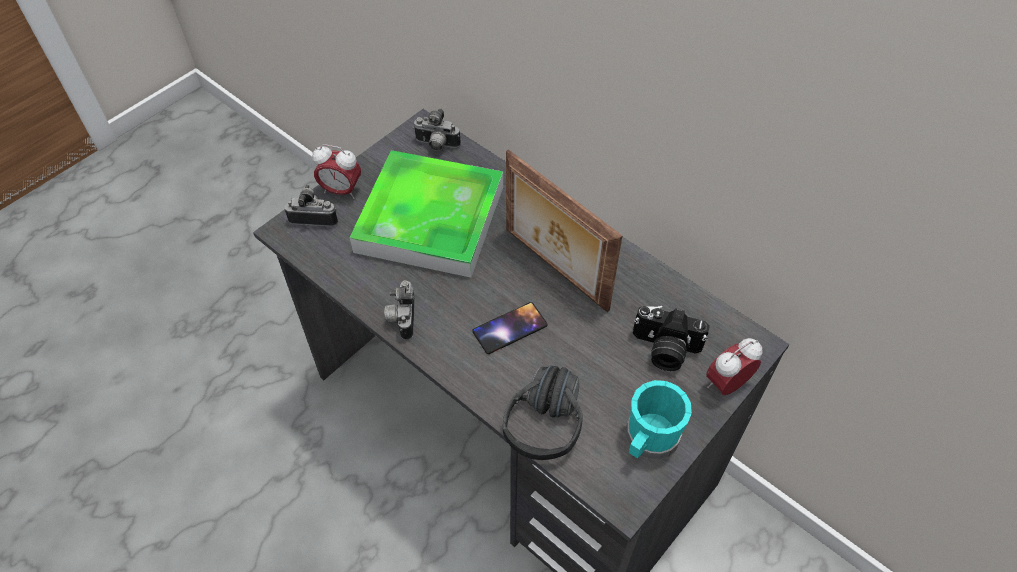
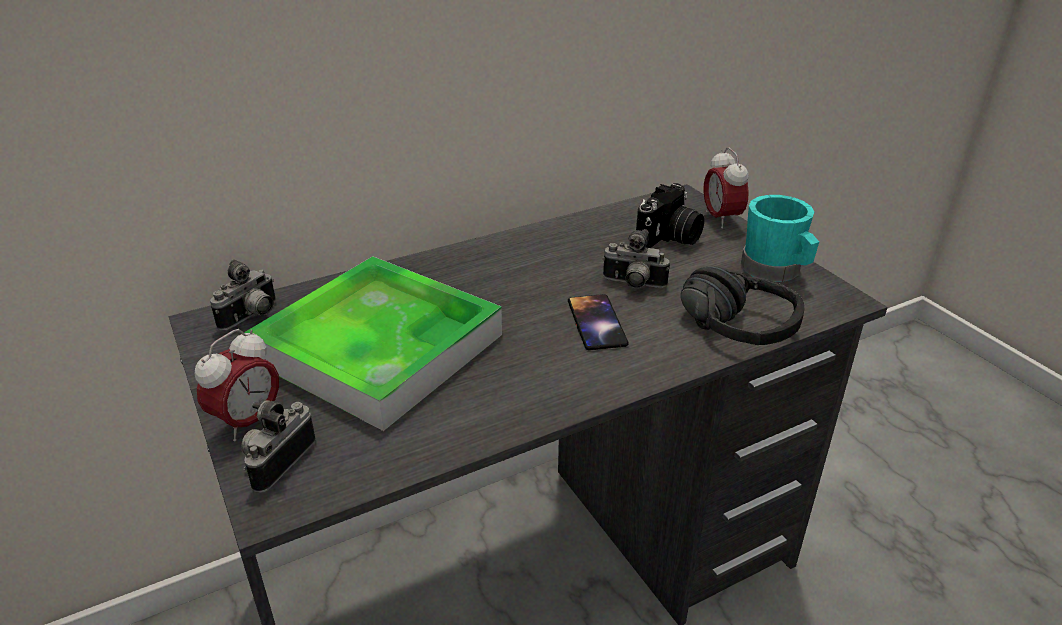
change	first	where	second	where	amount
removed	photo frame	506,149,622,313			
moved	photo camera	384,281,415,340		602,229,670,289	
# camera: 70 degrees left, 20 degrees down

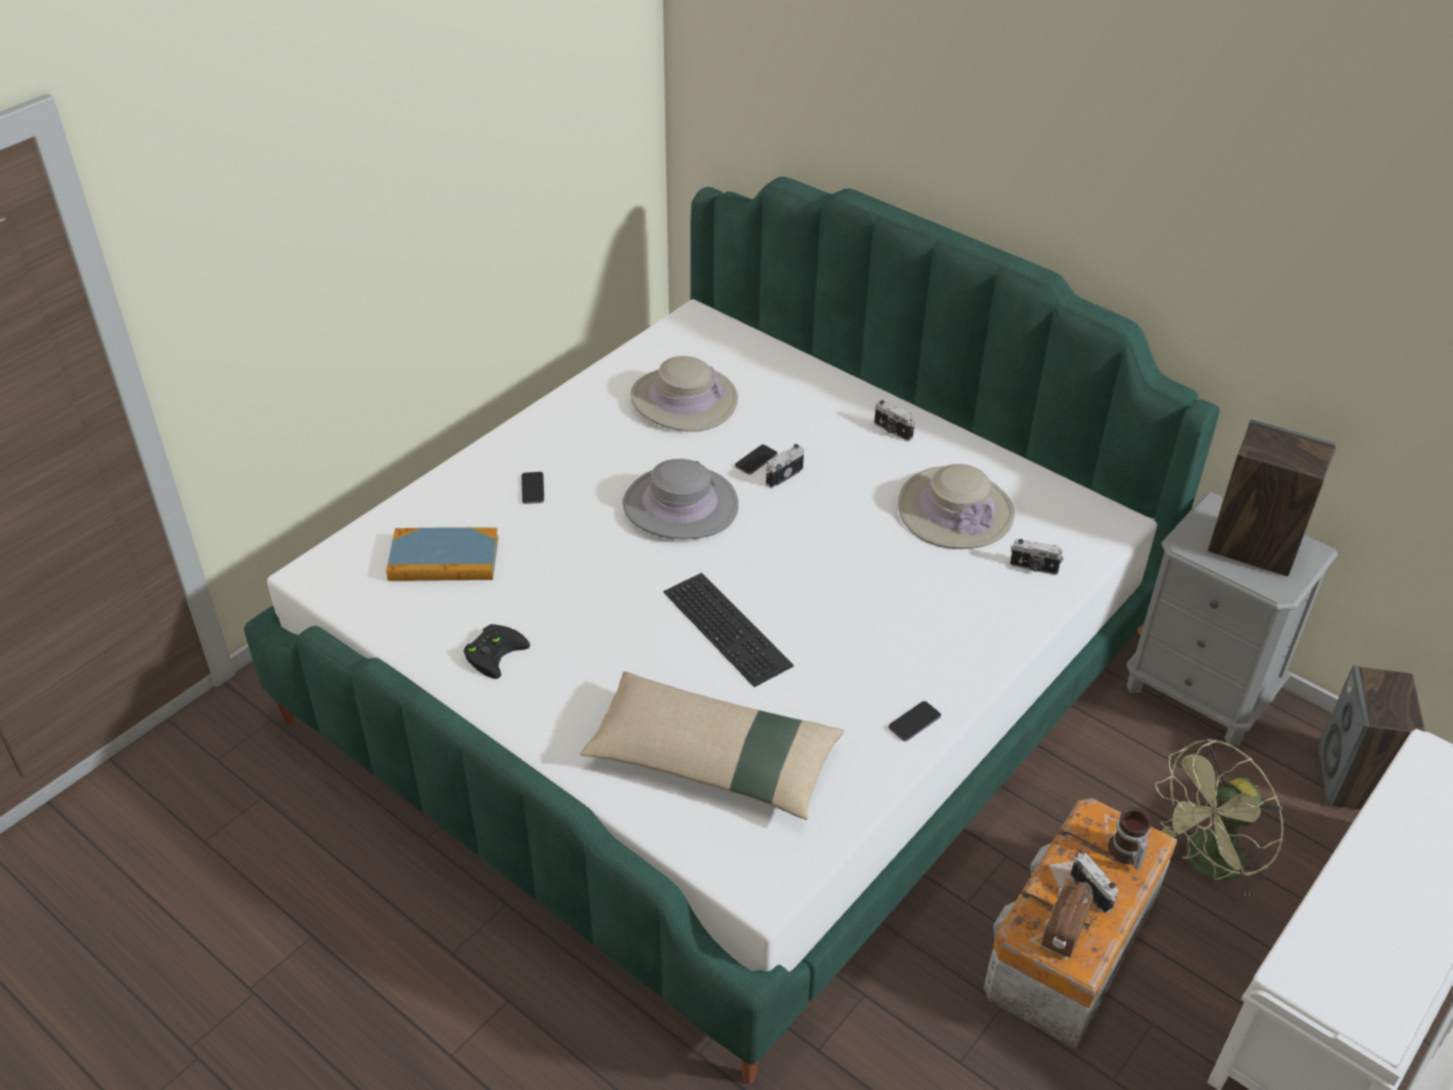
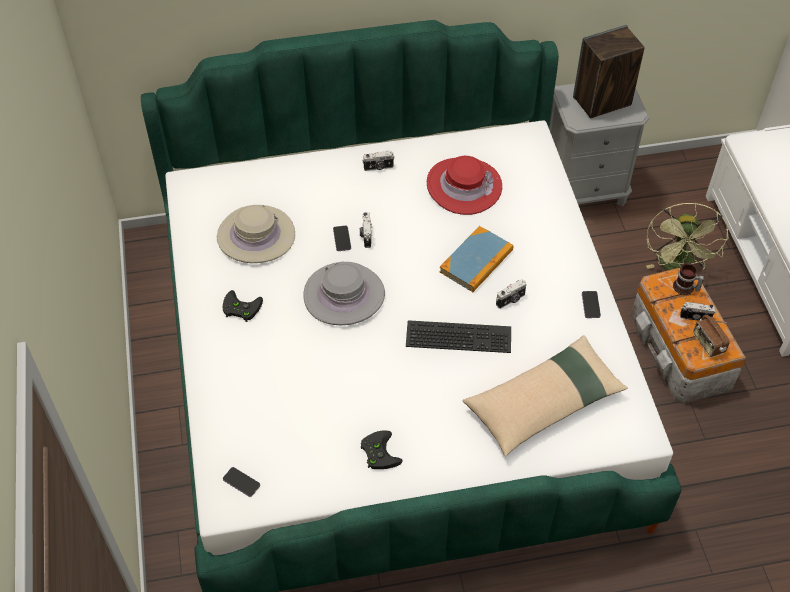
change	first	where	second	where	amount
removed	audio speaker	1318,665,1425,809			
added			joypad in black	223,290,263,322	
moved	bound book	386,527,498,581		439,226,513,292	
moved	telephone	521,472,544,504		223,467,260,497	
moved	photo camera	1010,539,1064,575		496,279,526,309	
recoloured	hat in sand-coloured	898,464,1015,549	hat in red-coloured	427,156,502,215	
# camera: 50 degrees left, 10 degrees up

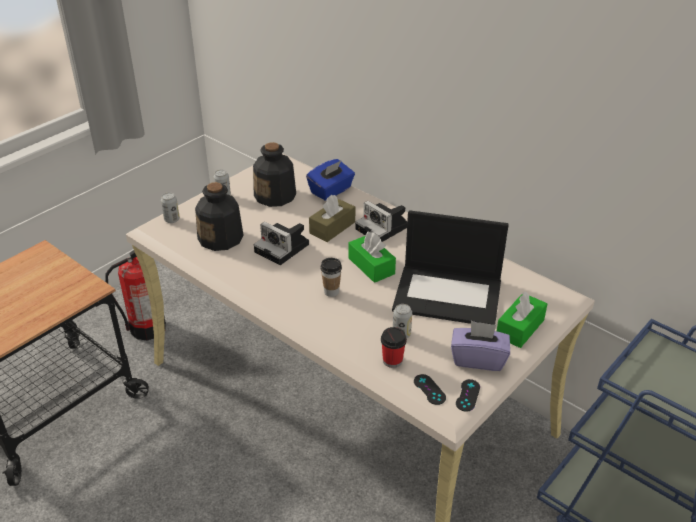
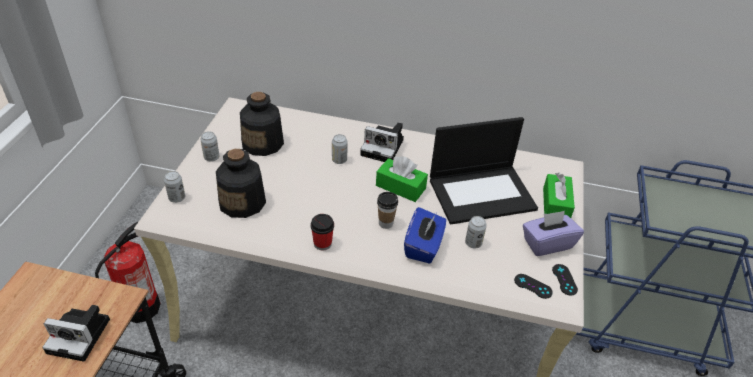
change	first	where	second	where	amount
moved	photo camera	254,222,309,265		42,305,110,362	
moved	box of tissues in blue-coloured	306,159,355,201		404,207,446,264	
moved	drinking cup	381,327,407,368		311,214,334,250	
replaced	box of tissues in brown	309,195,355,242	metal can	332,134,348,164	
# camera: 30 degrees left, 5 degrees up

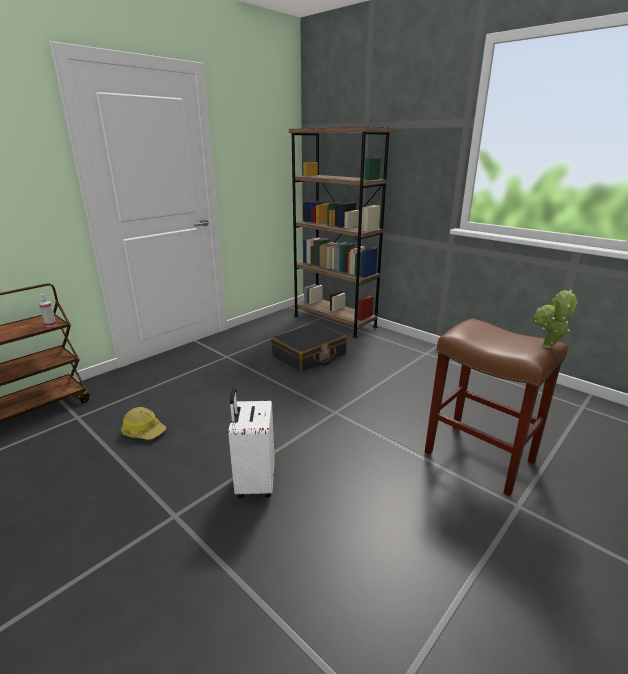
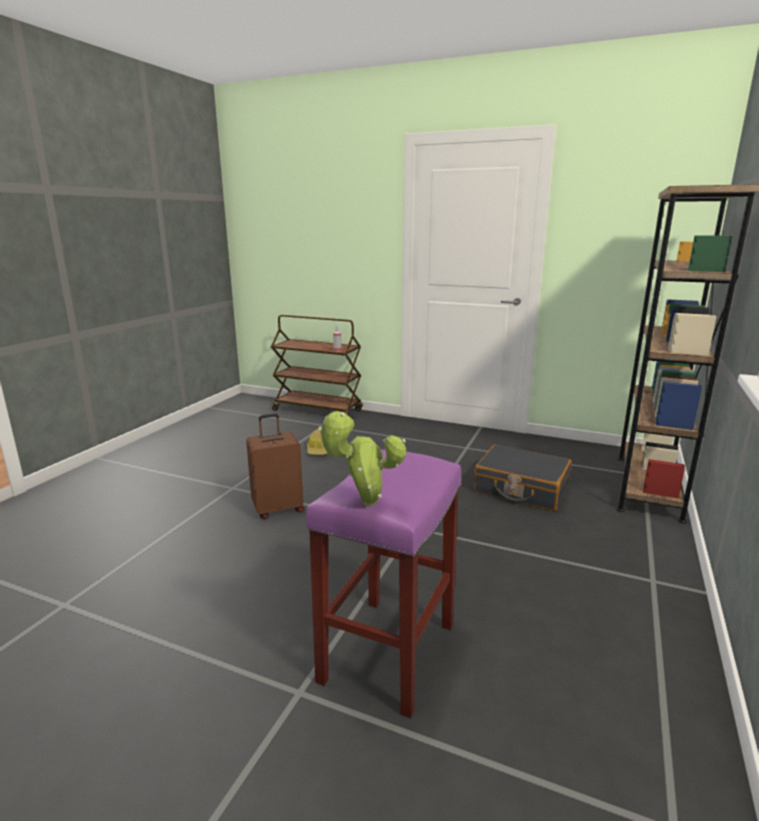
change	first	where	second	where	amount
recoloured	piece of luggage in white-coloured	228,388,275,498	piece of luggage in brown	246,413,304,519	
recoloured	stool seat in brown	425,318,568,496	stool seat in purple	306,449,462,719	
# camera: 70 degrees right, 5 degrees down

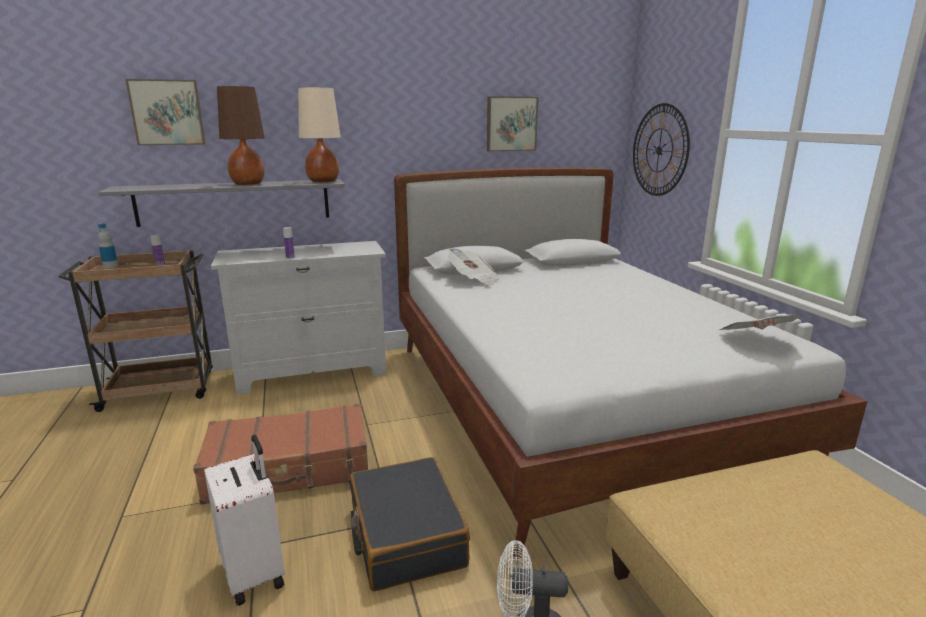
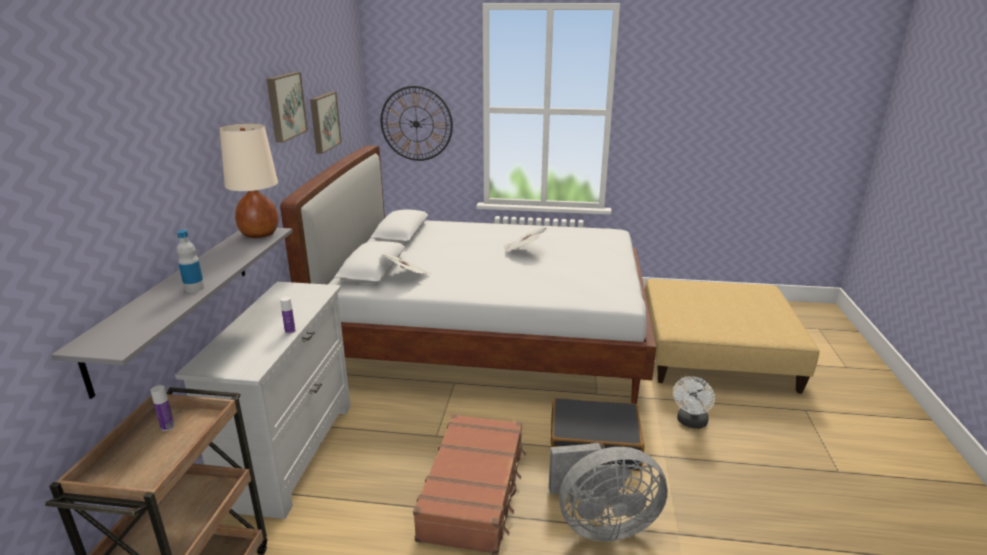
change	first	where	second	where	amount
removed	tabletop lamp in brown	217,86,265,185			
moved	bottle	98,223,118,268		177,230,205,293	
moved	wall art	125,79,205,145		267,72,308,143	
moved	daily paper	719,314,805,330		504,227,547,253	
replaced	piece of luggage in white-coloured	204,435,285,606	fan in greyish	549,443,668,541	
# camera: 65 degrees left, 5 degrees up

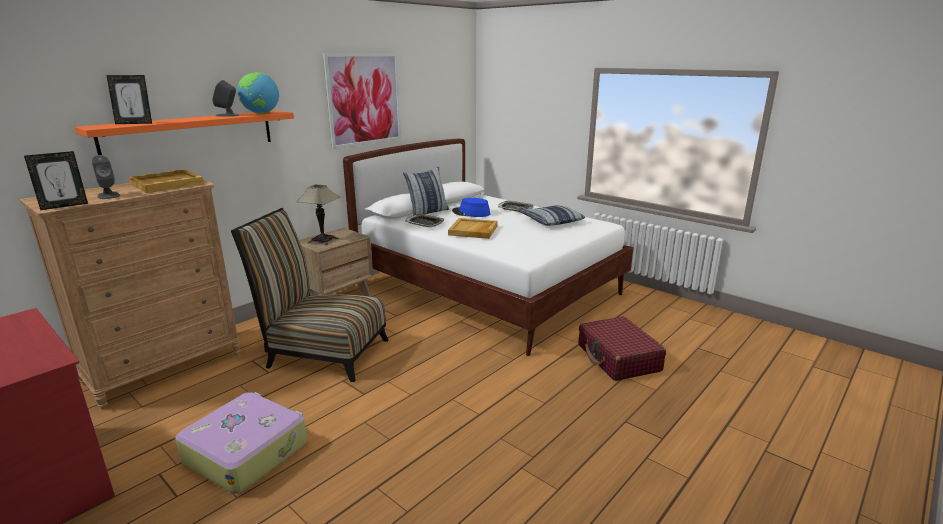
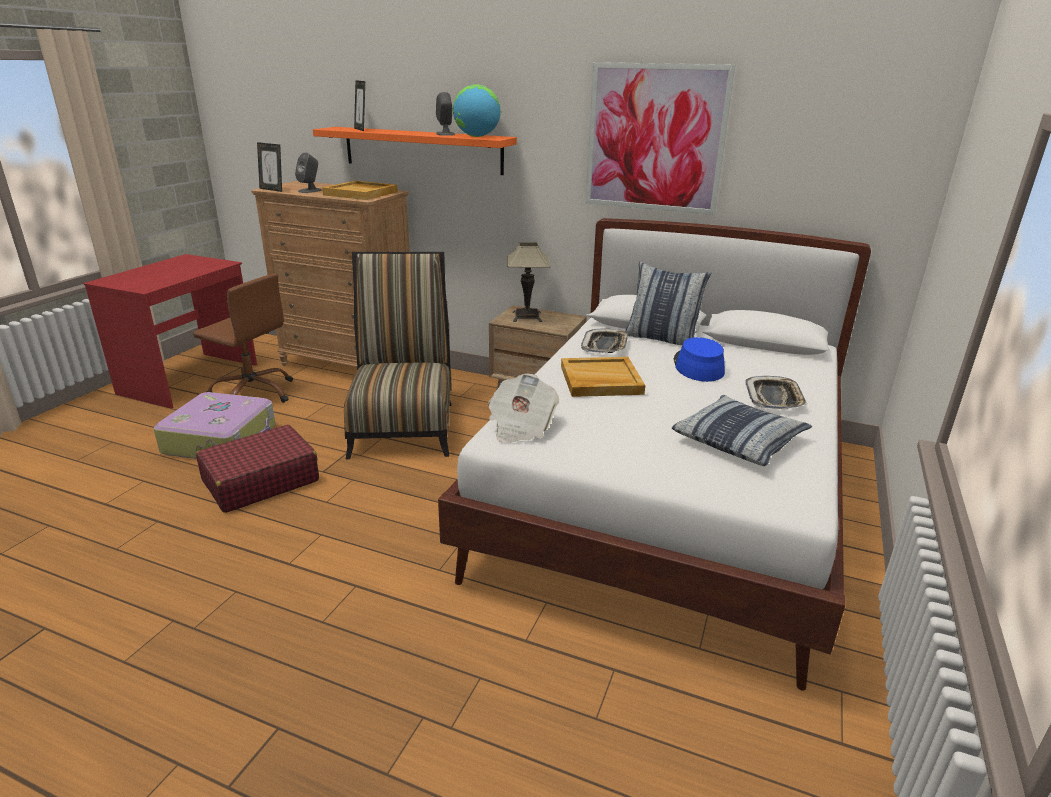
change	first	where	second	where	amount
added			computer chair in brown	193,273,293,403	
added			daily paper	488,373,559,443	
moved	piece of luggage in red-coloured	579,316,666,381		196,425,319,513	
# camera: 70 degrees right, 5 degrees up

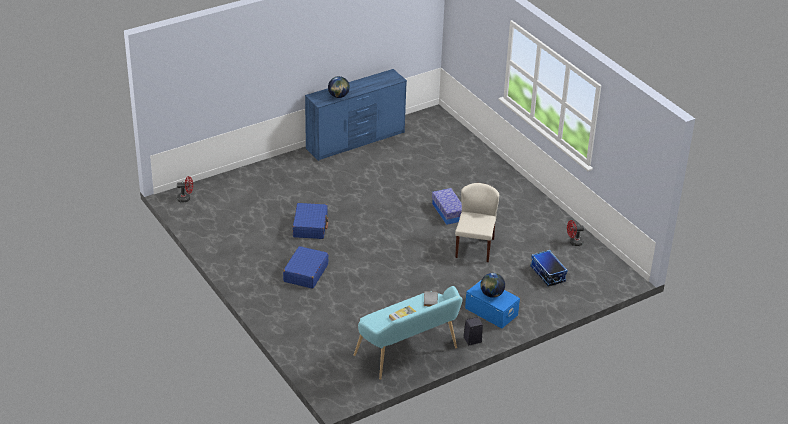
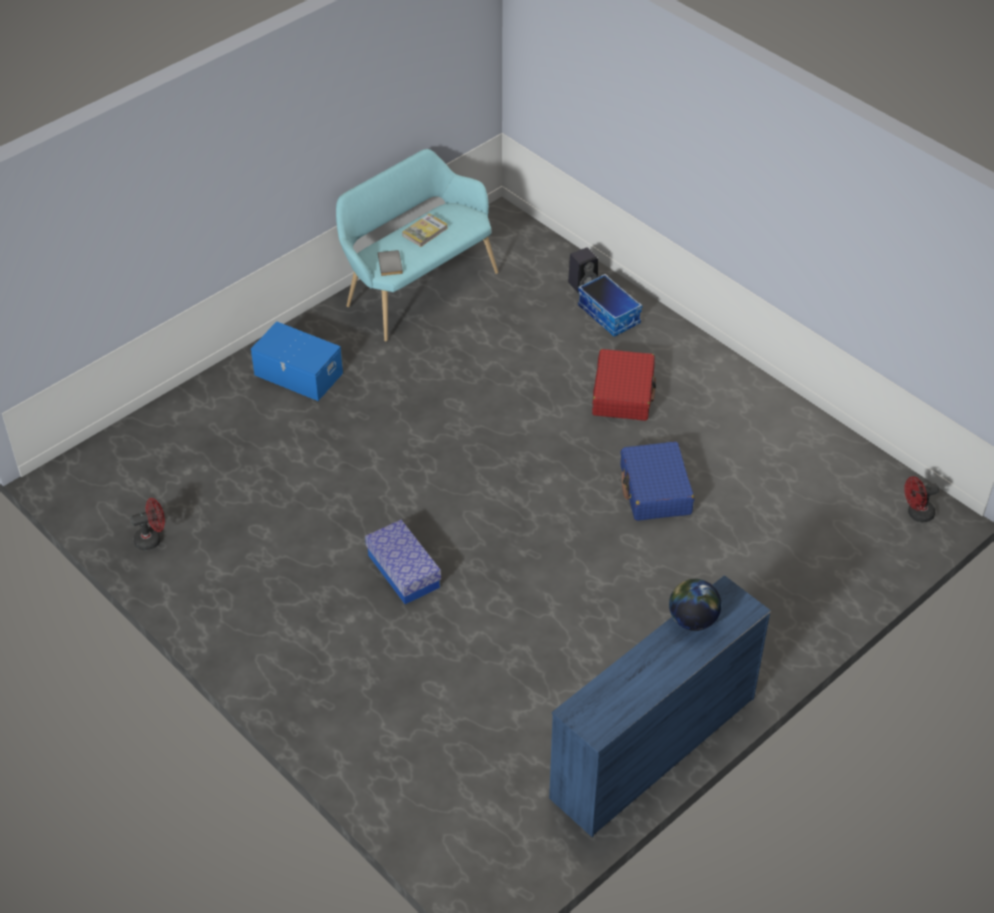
change	first	where	second	where	amount
removed	upright chair in sand-coloured	455,183,499,262			
removed	world globe	480,273,505,298			
moved	audio speaker in black	464,317,483,345		568,247,598,294	
moved	storage container	531,250,568,286		578,274,642,337	
recoloured	piece of luggage in blue-coloured	283,246,328,289	piece of luggage in red-coloured	592,349,656,421	
# camera: 170 degrees right, 10 degrees up

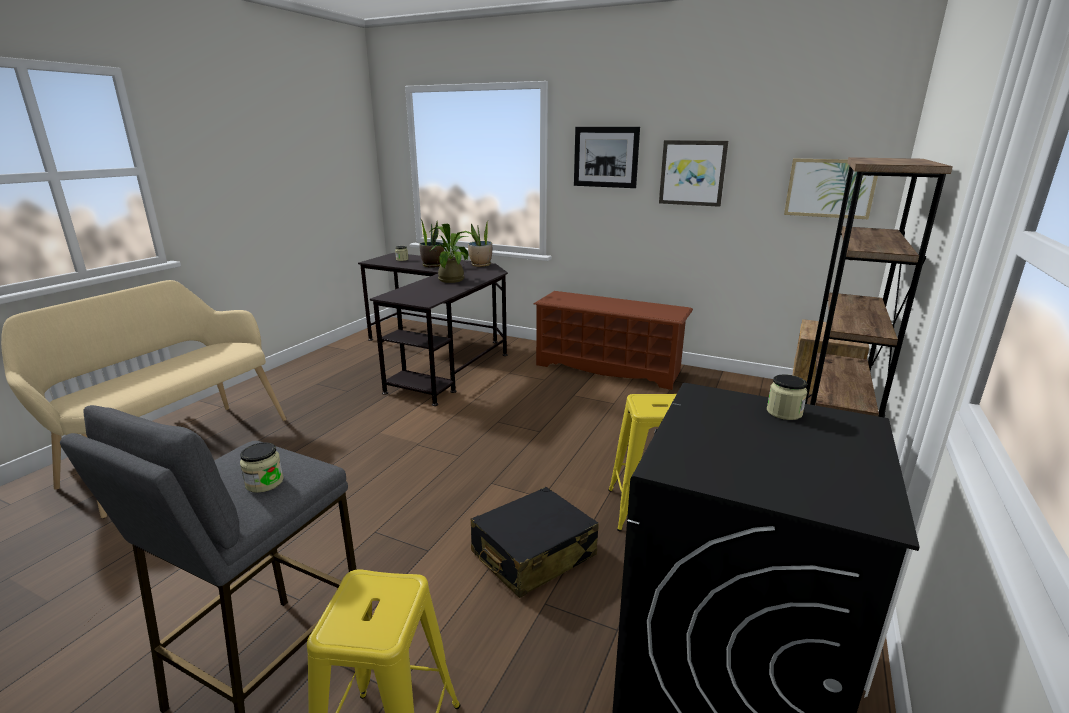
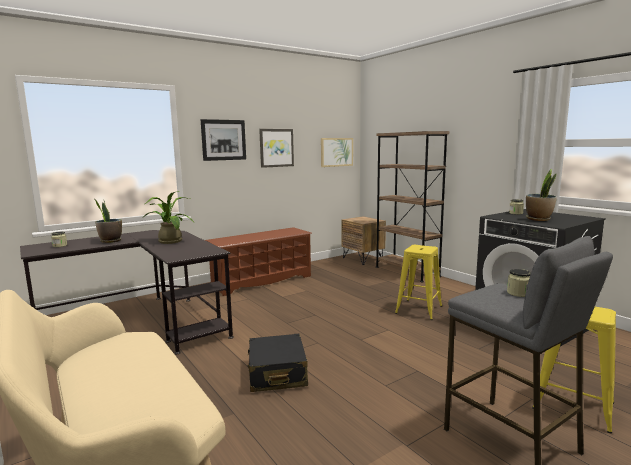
change	first	where	second	where	amount
moved	potted plant	468,221,492,267		526,169,557,221	
moved	piece of luggage in black	471,487,599,598		247,334,308,392	
# camera: 60 degrees left, 10 degrees down

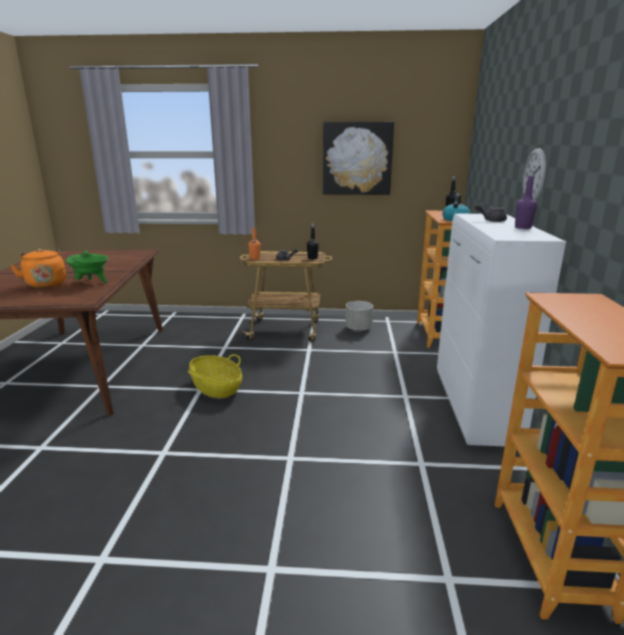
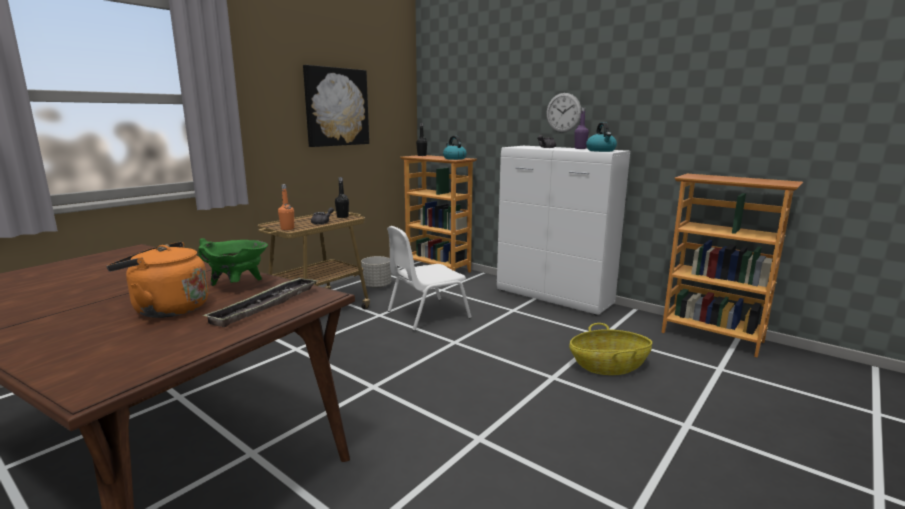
change	first	where	second	where	amount
added			serving tray	203,277,319,327	
added			upright chair in white-coloured	387,226,472,331	
added			kettle	586,122,617,152	
moved	storage basket	188,354,242,398		569,323,652,375	
# camera: 55 degrees left, 5 degrees down

